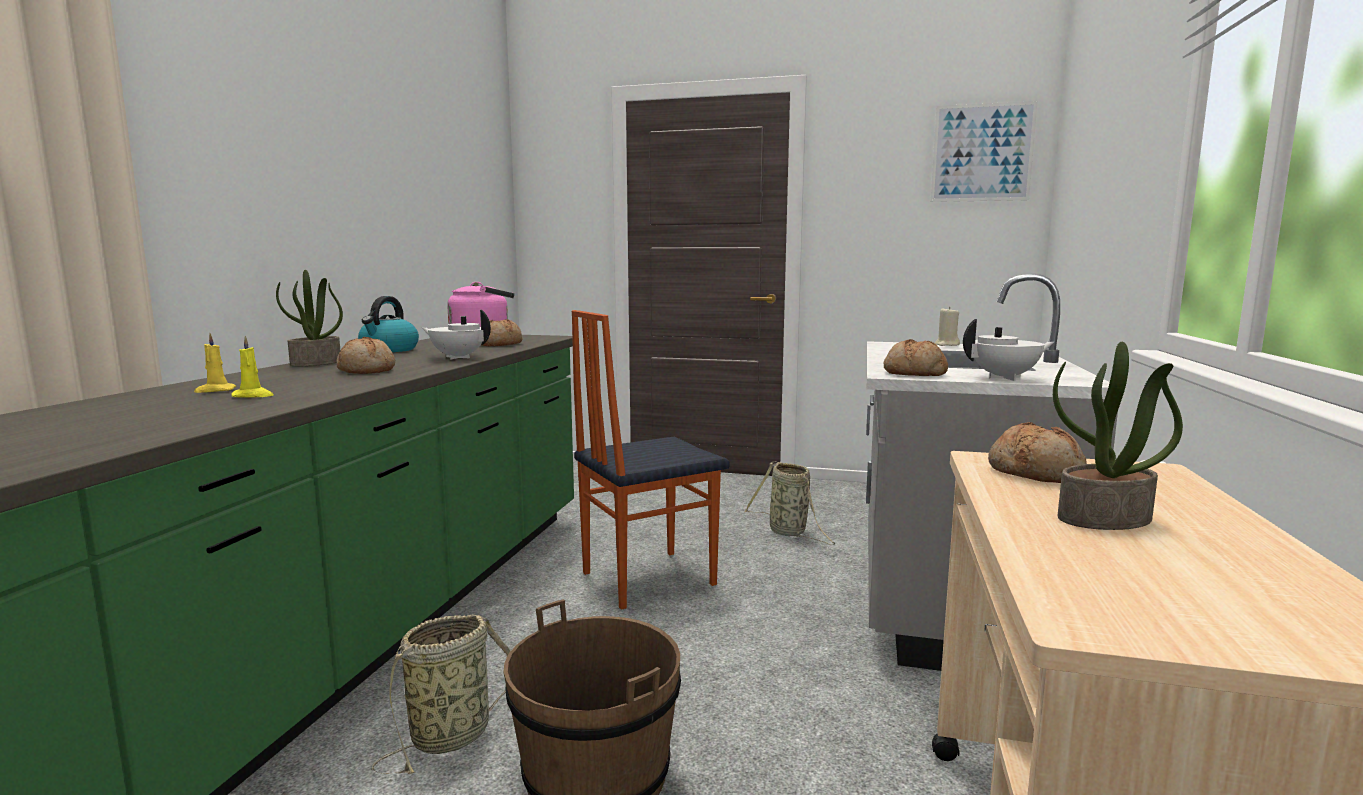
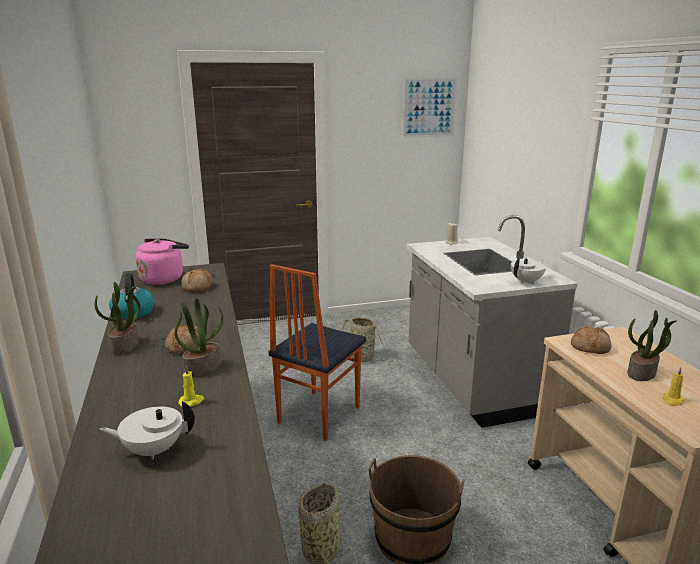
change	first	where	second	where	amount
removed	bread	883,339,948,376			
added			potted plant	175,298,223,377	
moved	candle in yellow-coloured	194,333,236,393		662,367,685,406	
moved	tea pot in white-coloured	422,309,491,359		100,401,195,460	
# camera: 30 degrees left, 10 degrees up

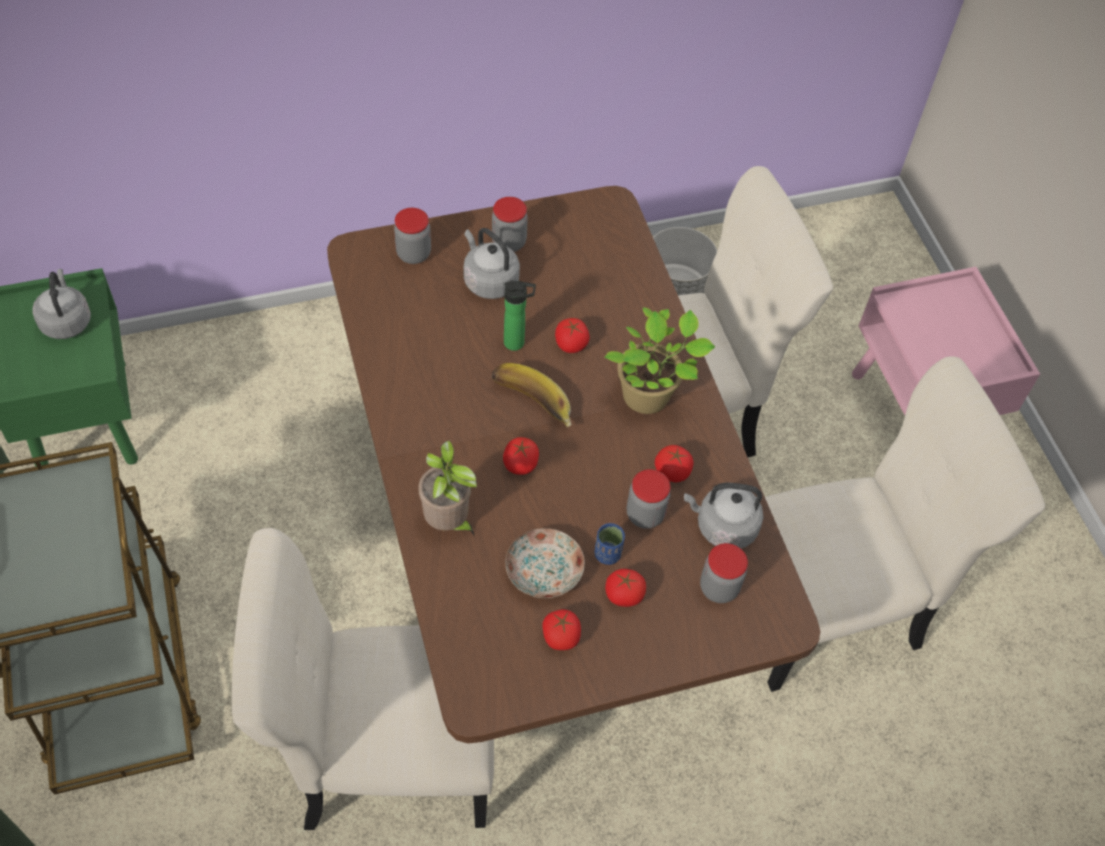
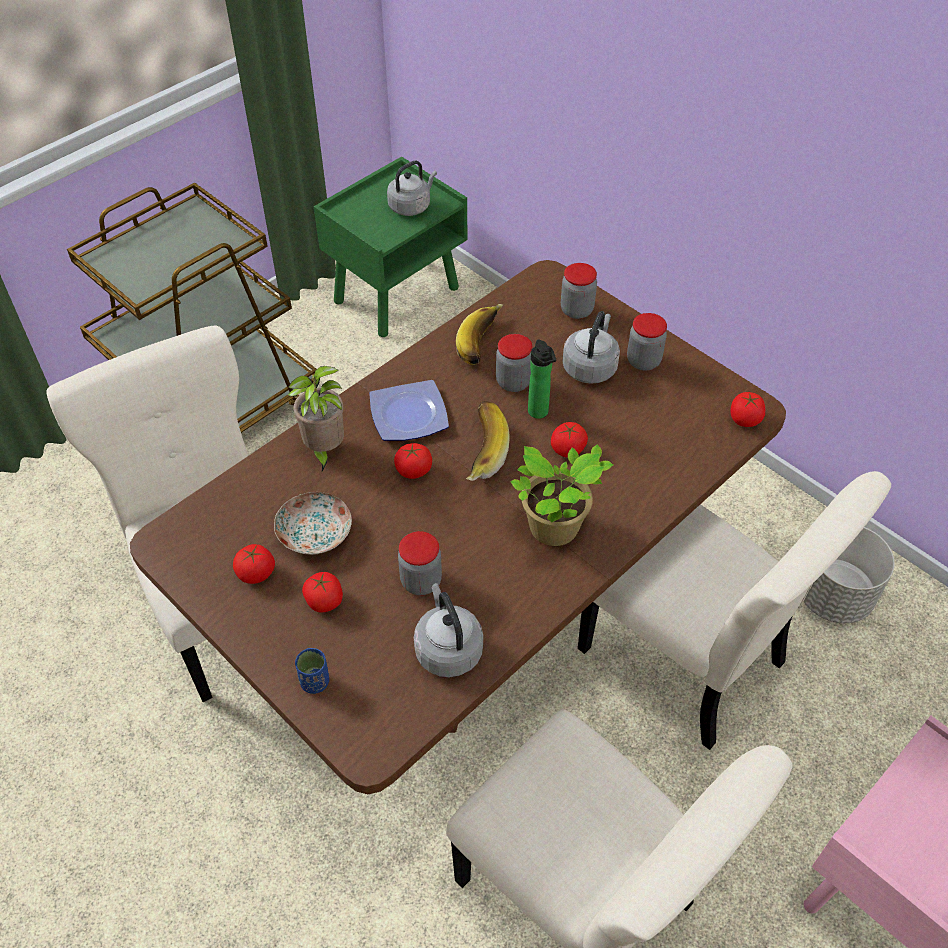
change	first	where	second	where	amount
added			plate	369,380,449,441	
added			banana fruit	456,304,504,365	
moved	drinking cup in blue-coloured	595,523,625,565		295,648,329,694	
moved	whole tomato	655,445,694,482		731,392,765,427	
moved	jar	700,543,748,603		496,334,532,392	
# camera: 65 degrees right, 5 degrees down

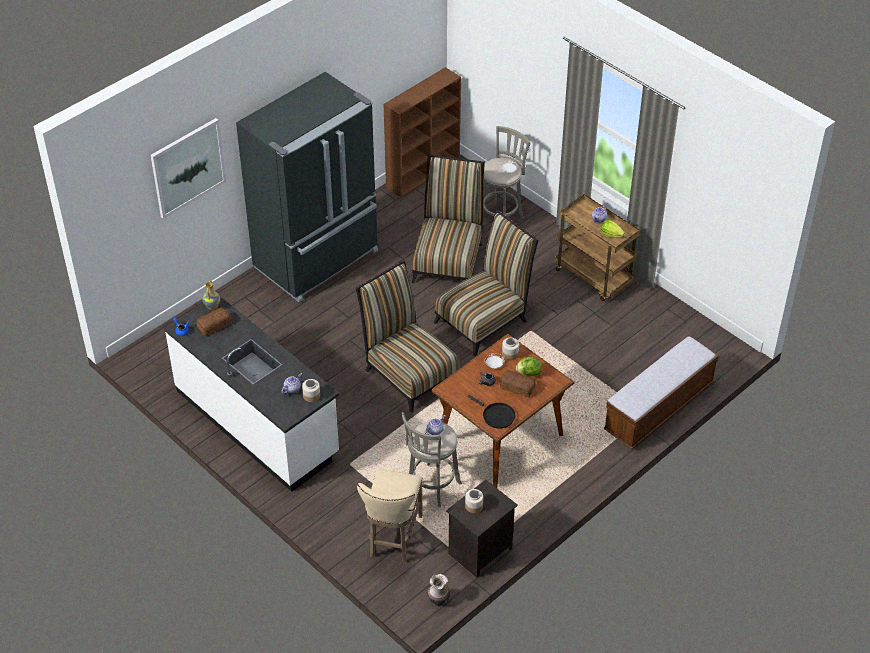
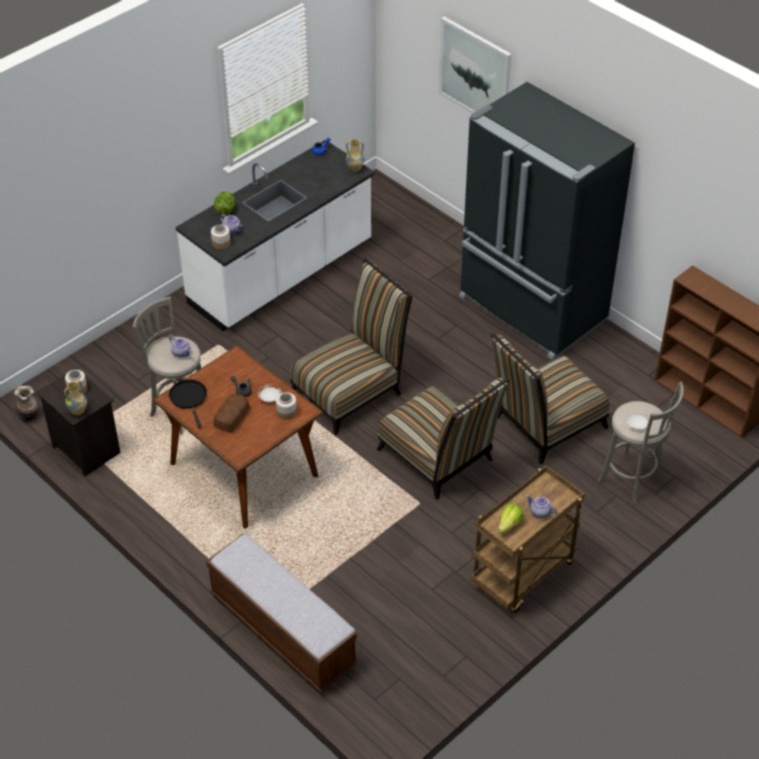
change	first	where	second	where	amount
removed	bread	197,307,232,336			
removed	stool seat in sand-coloured	357,469,423,563			
added			decorative vase	64,381,87,415	
moved	lettuce head	516,357,542,376		214,191,236,215	
turned	upright chair	412,154,485,283		491,333,609,465	135 degrees clockwise
turned	pan in black	468,395,516,429		169,380,207,428	120 degrees clockwise
# camera: 90 degrees right, 0 degrees up

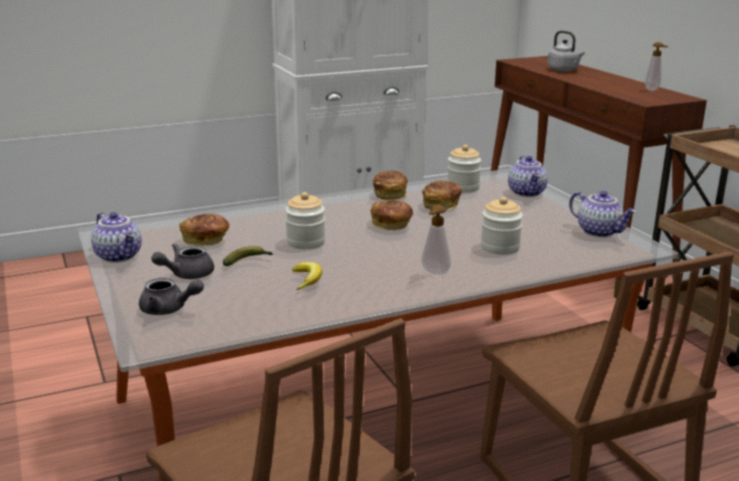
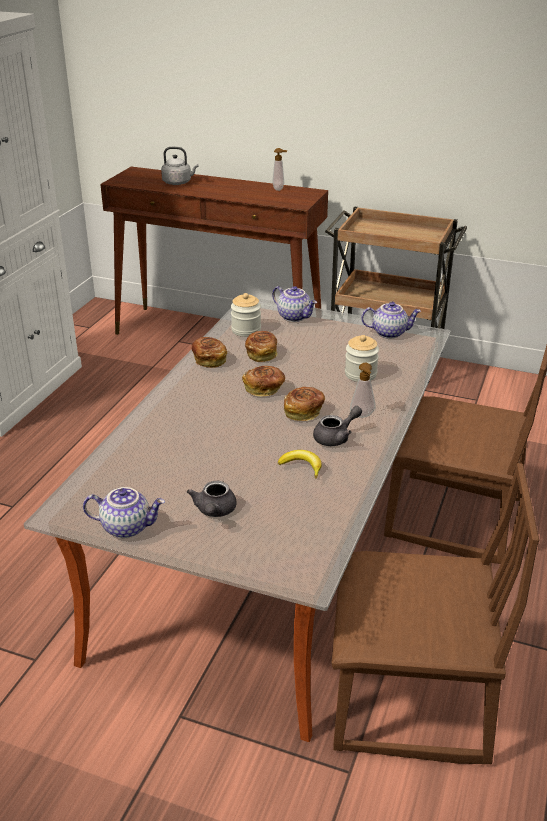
change	first	where	second	where	amount
removed	banana fruit	223,246,273,266			
removed	jar	285,192,325,249			
moved	tea pot in greyish	139,277,204,315		313,406,362,446	
moved	bread	179,214,229,246		284,387,325,421	
# camera: 45 degrees left, 10 degrees up

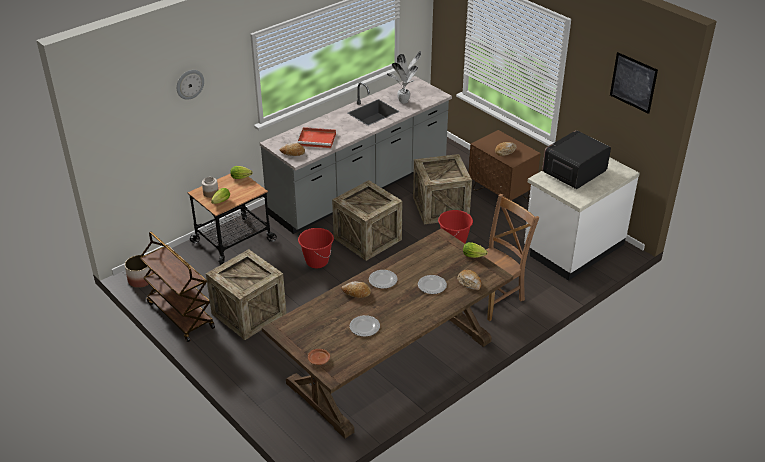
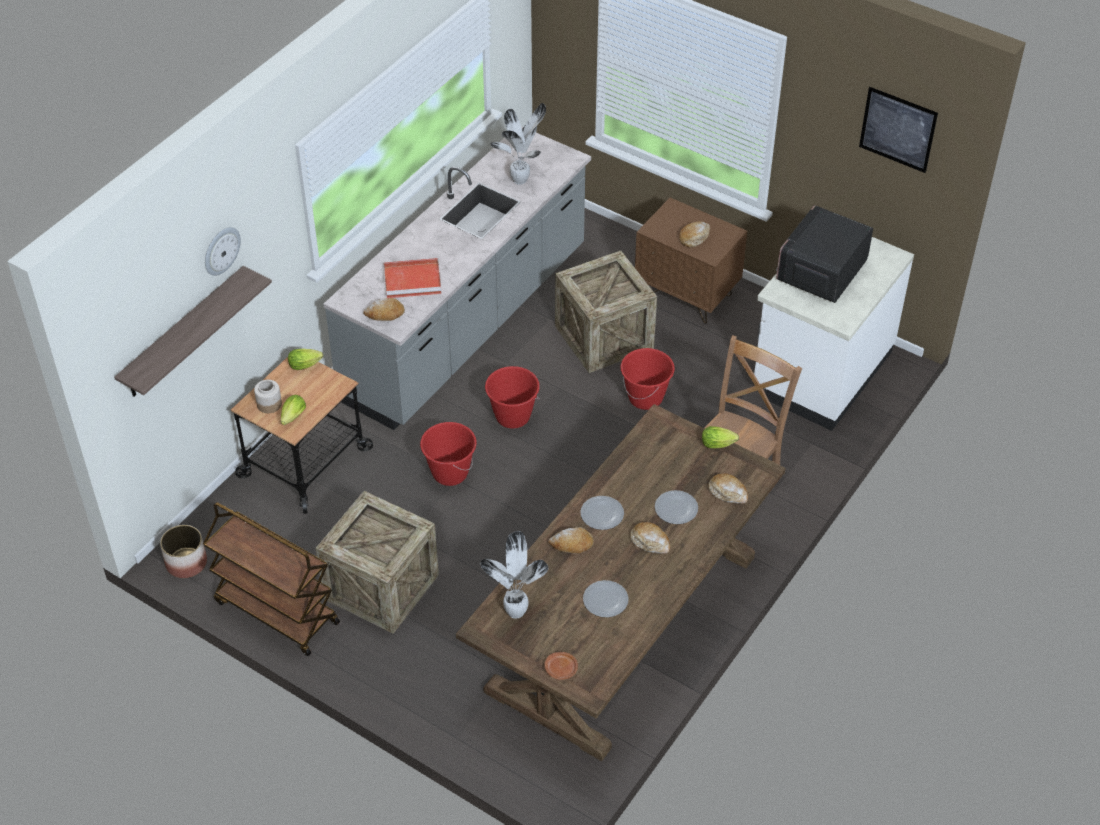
change	first	where	second	where	amount
added			bracket shelf	114,266,272,397	
added			potted plant	481,531,548,618	
added			bread	630,522,670,554	
replaced	shipping crate	332,180,402,261	water bucket in red-coloured	485,366,540,429	
# camera: 15 degrees left, 10 degrees up

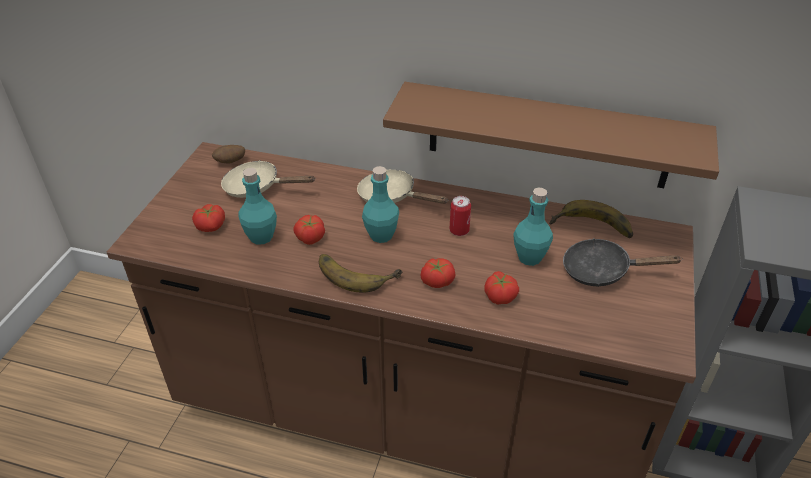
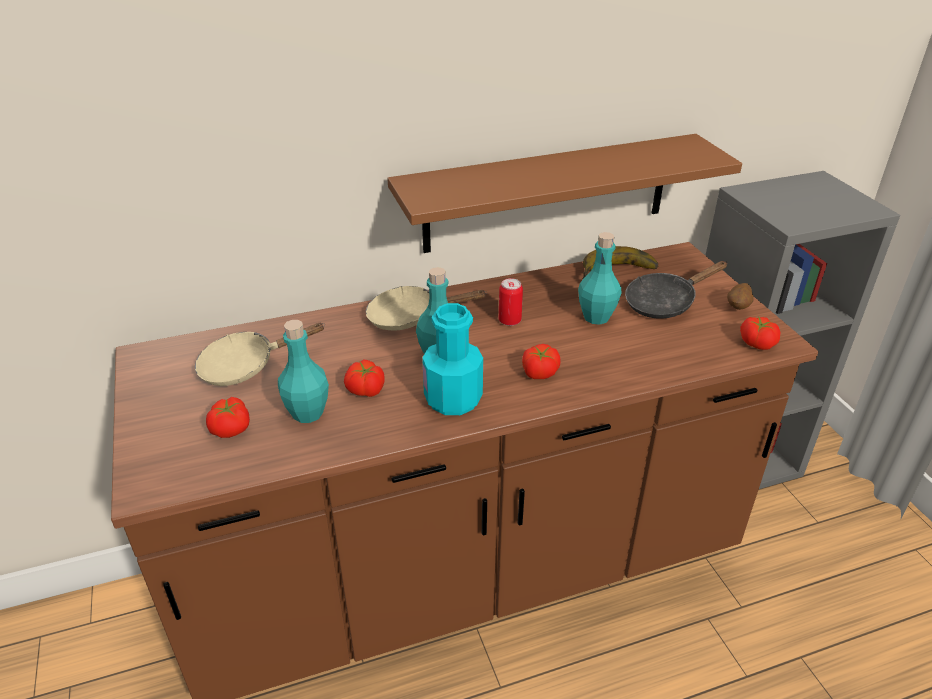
change	first	where	second	where	amount
moved	spud	212,145,245,163		727,283,753,310	
moved	whole tomato	484,271,519,305		740,317,780,350	
replaced	banana fruit	319,254,402,293	bottle in blue-green	422,303,483,415	
# camera: 35 degrees left, 5 degrees down

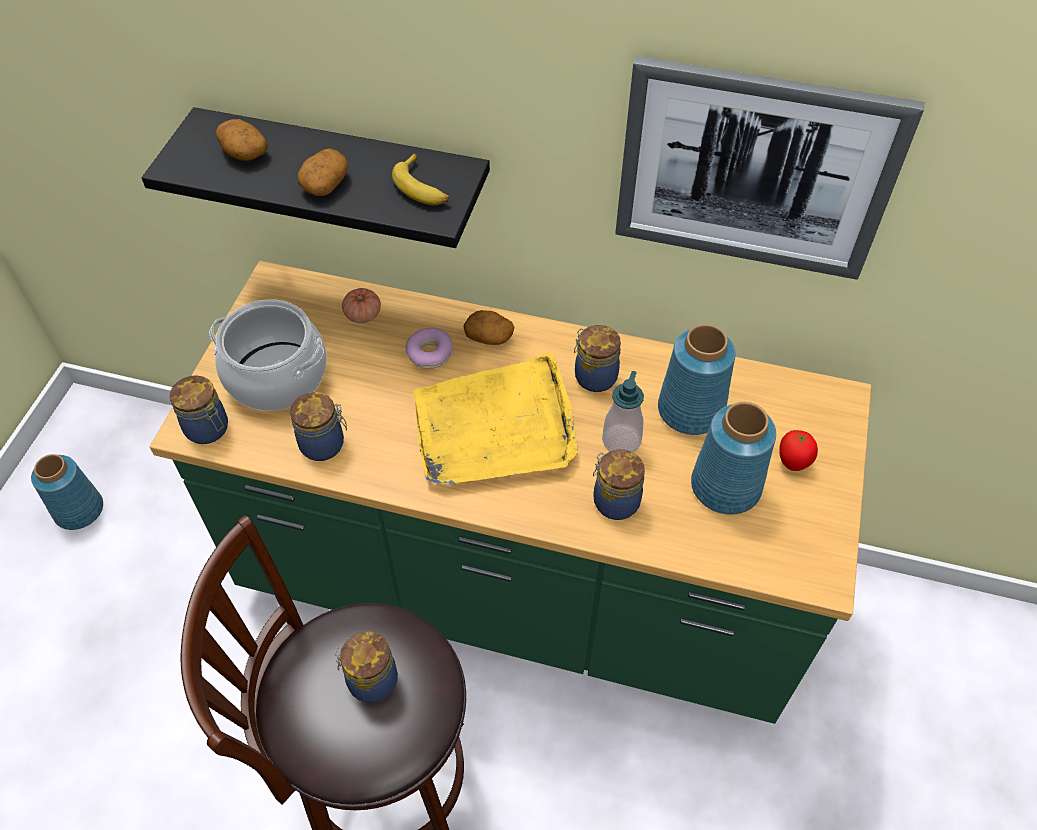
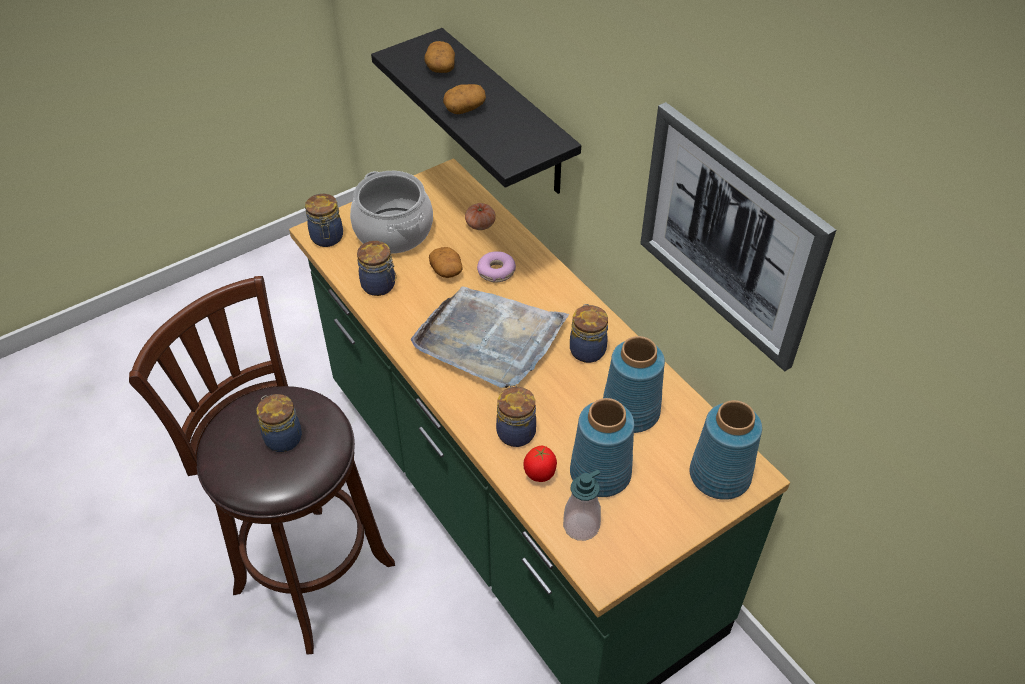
change	first	where	second	where	amount
removed	banana fruit	392,153,449,205			
moved	decorative vase in blue-coloured	31,454,103,530		690,400,762,500	
moved	spud	463,310,514,345		429,247,463,278	
moved	soap dispenser	602,371,644,453		563,470,601,541	
moved	whole tomato	779,430,818,471		523,446,557,482	
recoloured	serving tray in yellow-coloured	414,352,578,484	serving tray in greyish	411,286,569,388	
# camera: 40 degrees right, 5 degrees down

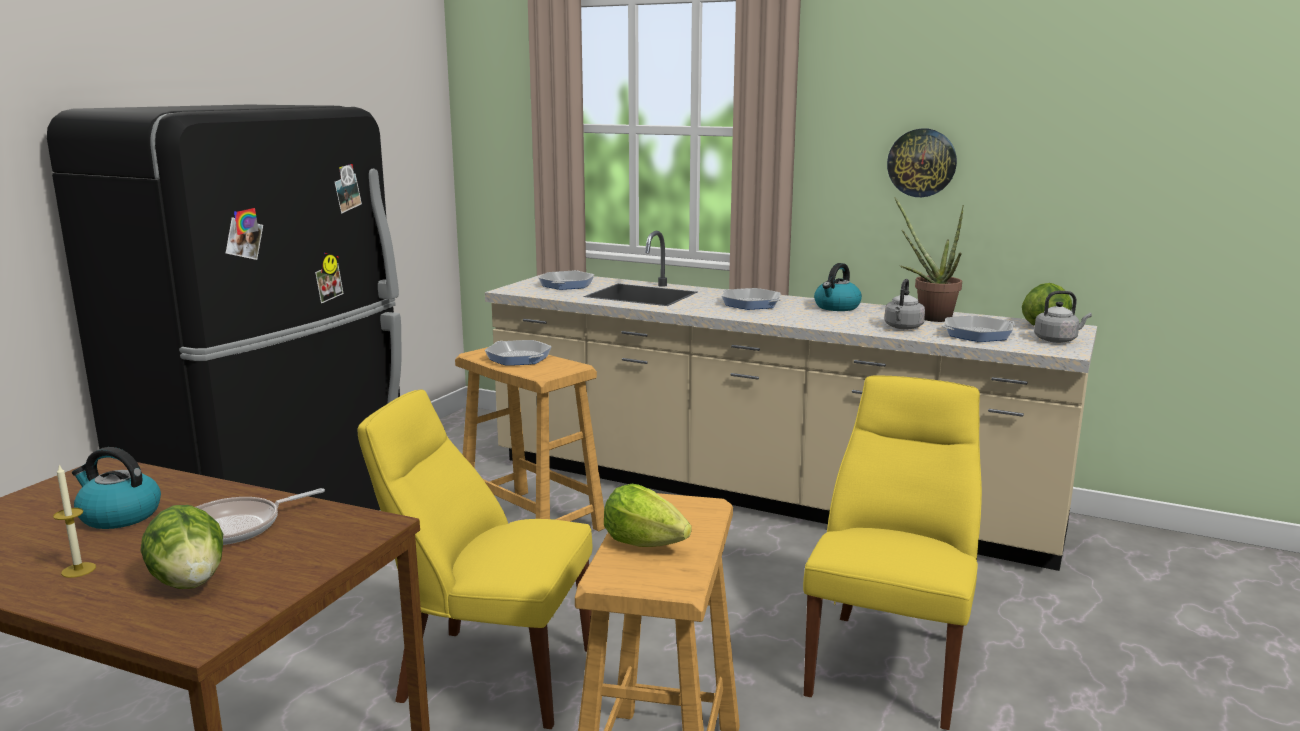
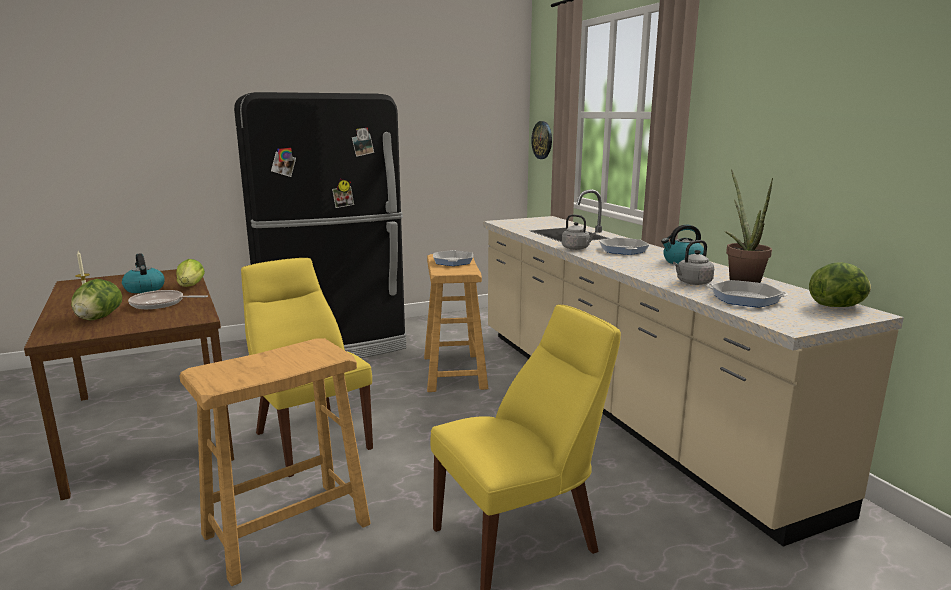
change	first	where	second	where	amount
removed	pan	539,270,594,290			
moved	lettuce head	604,484,692,547		176,259,205,287	
moved	wall clock	887,128,957,197		531,121,552,159	
moved	kettle in greyish	1034,291,1092,343		562,214,596,250	
# camera: 40 degrees right, 0 degrees up

